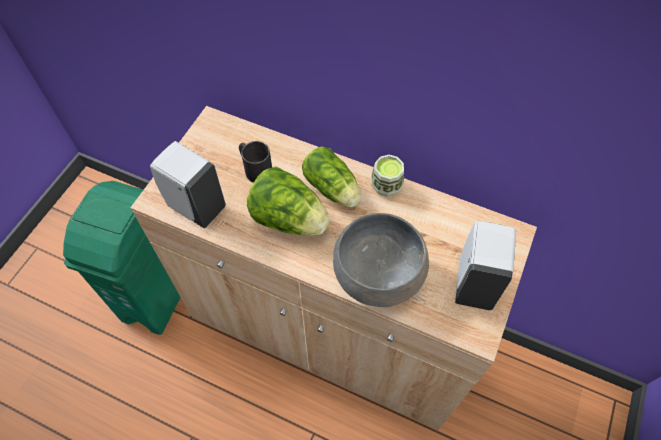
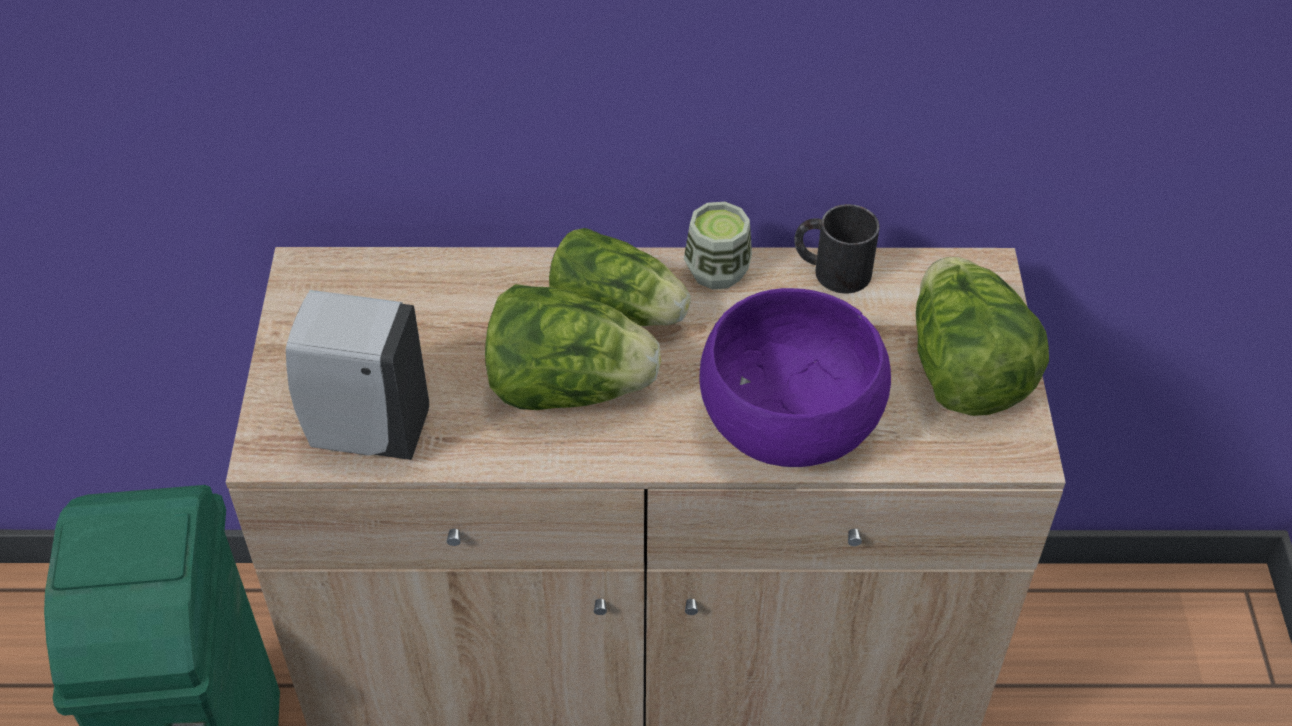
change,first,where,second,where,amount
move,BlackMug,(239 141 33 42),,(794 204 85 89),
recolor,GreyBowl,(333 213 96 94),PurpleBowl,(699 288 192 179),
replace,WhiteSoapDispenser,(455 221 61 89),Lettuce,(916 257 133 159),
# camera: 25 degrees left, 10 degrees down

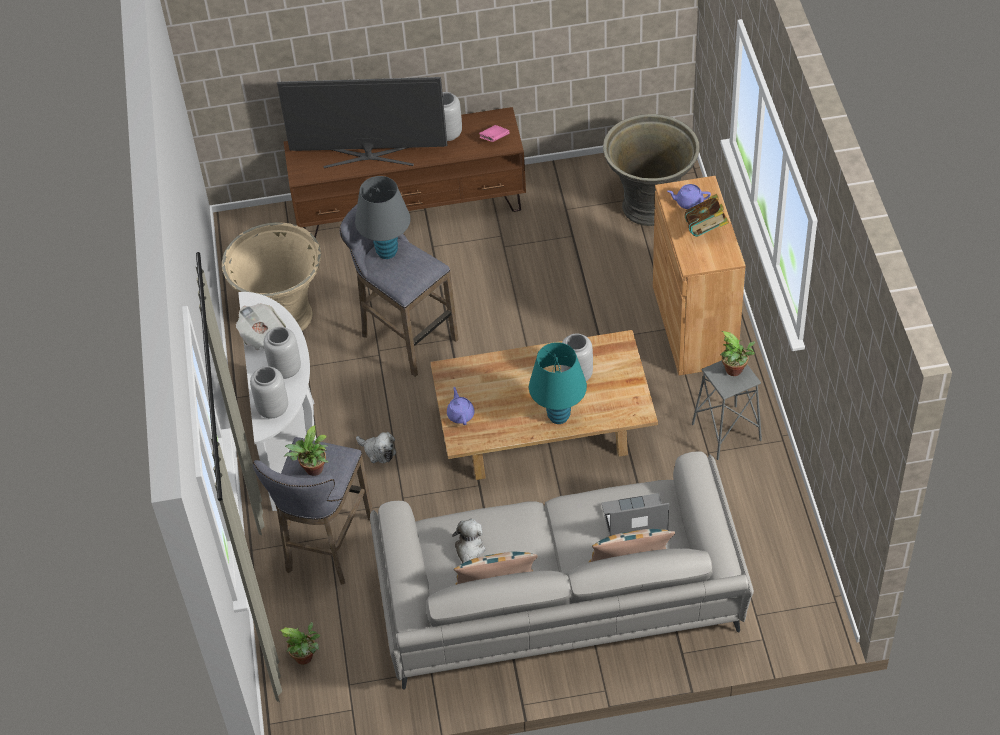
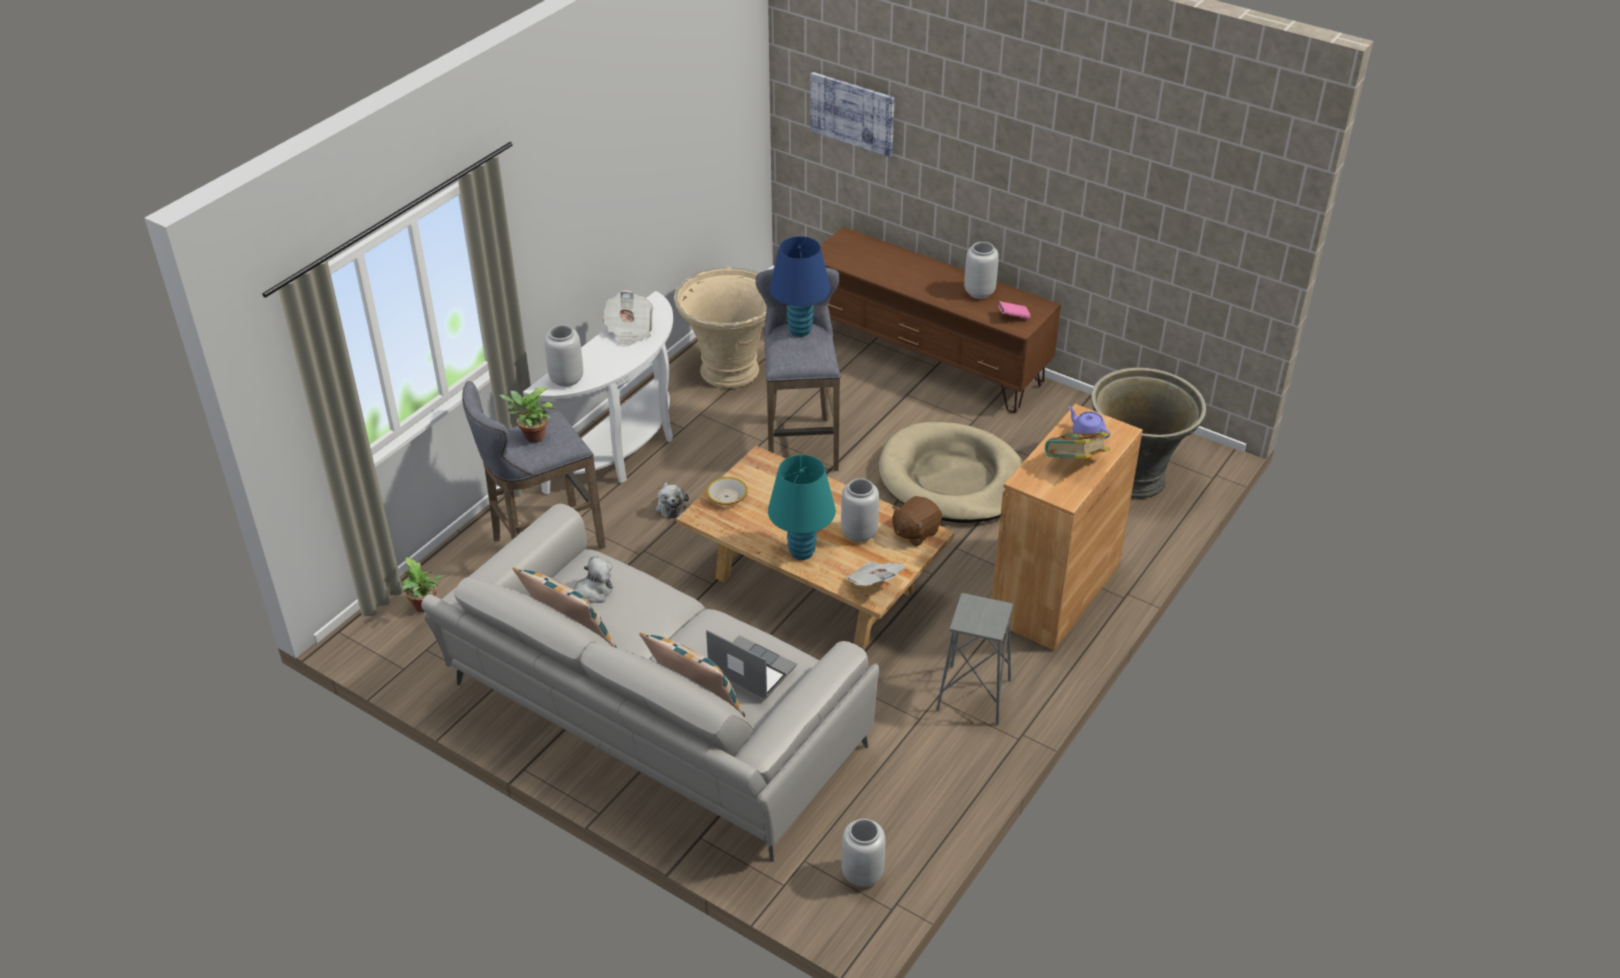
change,first,where,second,where,amount
delete,Television,(277 77 170 91),,,
recolor,GreyTableLamp,(355 176 56 83),BlueTableLamp,(770 236 60 101),
move,GreyVase,(264 327 37 52),,(842 819 43 68),
delete,PottedPlant,(720 331 35 45),,,
replace,PurpleTeapot,(447 387 28 38),Bowl,(706 477 42 28),
insert,,,Picture,(811 72 84 85),
insert,,,BeigeDogBed,(879 422 145 101),
insert,,,BrownPlushToy,(892 496 50 50),
insert,,,Newspaper,(846 561 60 25),
# camera: 40 degrees right, 10 degrees down

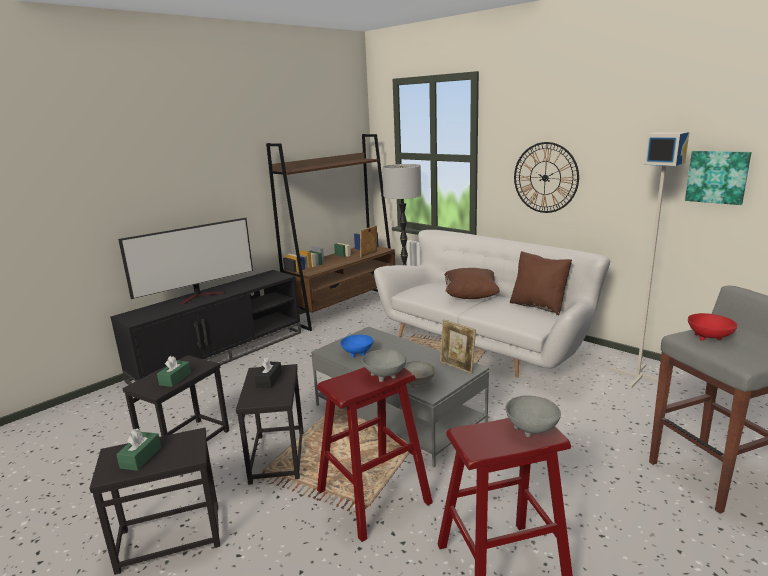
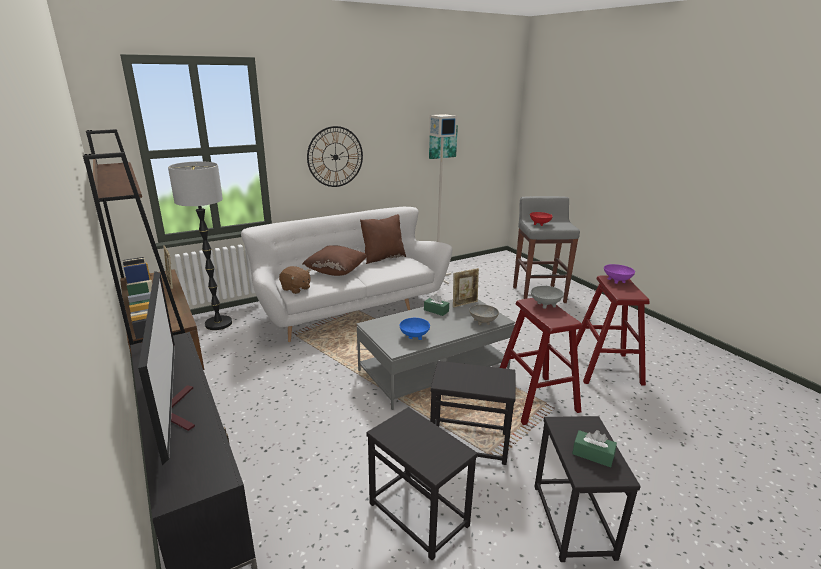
change,first,where,second,where,amount
move,GreenTissueBox,(157 356 34 31),,(424 294 25 22),
delete,BlackTissueBox,(254 357 28 31),,,
recolor,GreyBowl,(505 395 56 42),PurpleBowl,(604 264 31 20),
insert,,,BrownPlushToy,(279 266 32 28),
# camera: 75 degrees left, 5 degrees up

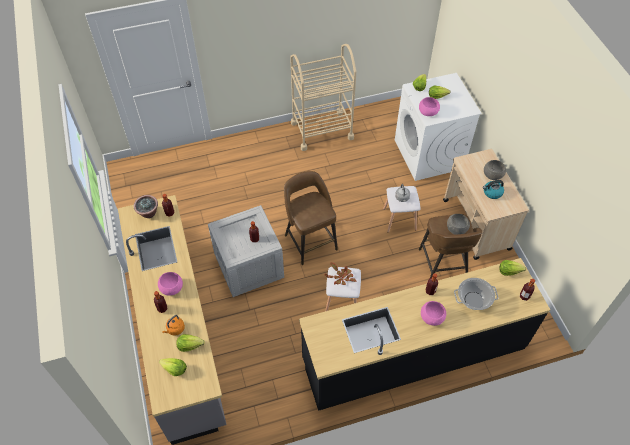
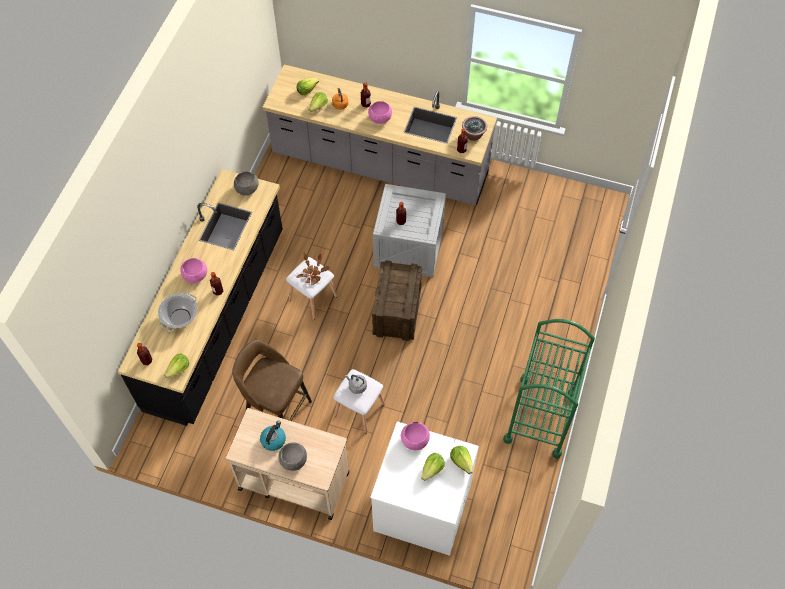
change,first,where,second,where,amount
recolor,BeigeCart,(290 44 66 107),GreenCart,(503 319 92 140),
replace,BrownStool,(284 171 54 94),Crate,(372 260 50 81),
move,GreyBowl,(447 214 23 21),,(234 172 25 23),
# camera: 125 degrees right, 5 degrees up

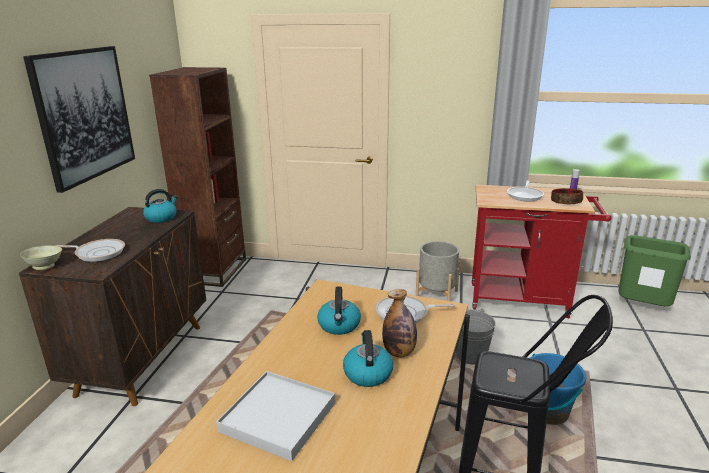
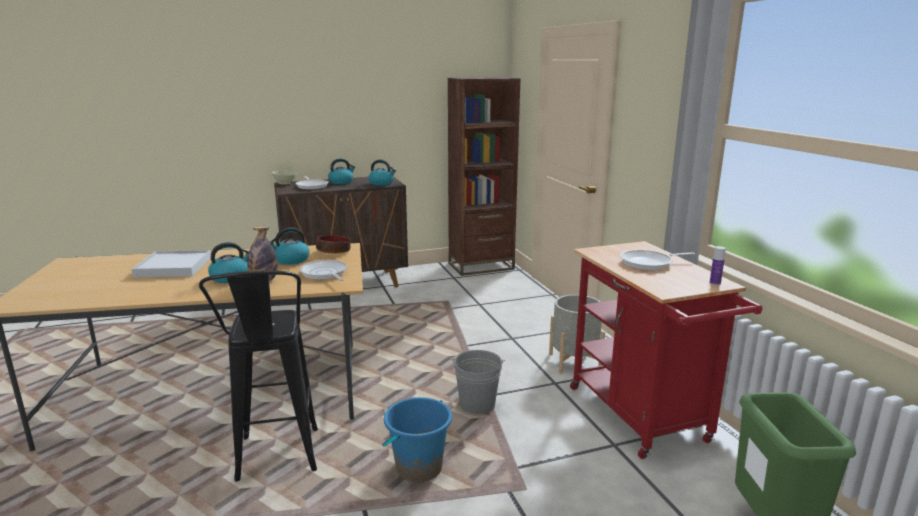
change,first,where,second,where,amount
delete,Picture,(23 46 112 147),,,
move,Bowl,(551 188 32 16),,(316 235 35 19),
insert,,,Kettle,(328 159 27 25),
# camera: 60 degrees right, 5 degrees down

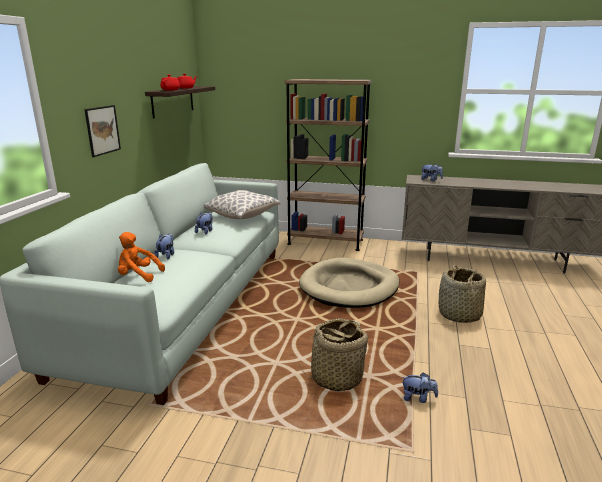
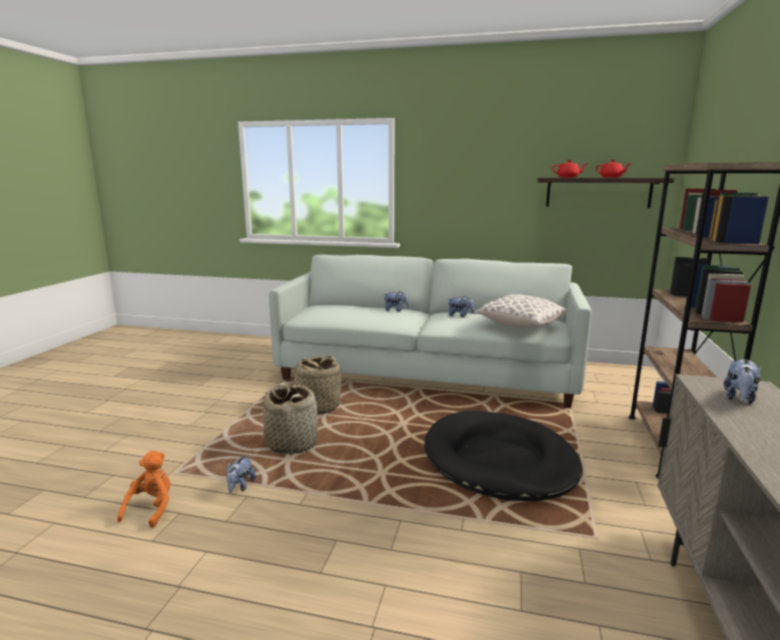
change,first,where,second,where,amount
delete,Picture,(84 105 37 52),,,
move,OrangePlushToy,(118 232 47 50),,(117 451 53 77),
recolor,BeigeDogBed,(299 258 100 50),BlackDogBed,(424 411 159 90),
move,Basket,(439 265 47 58),,(290 356 56 59),
# camera: 90 degrees right, 5 degrees down

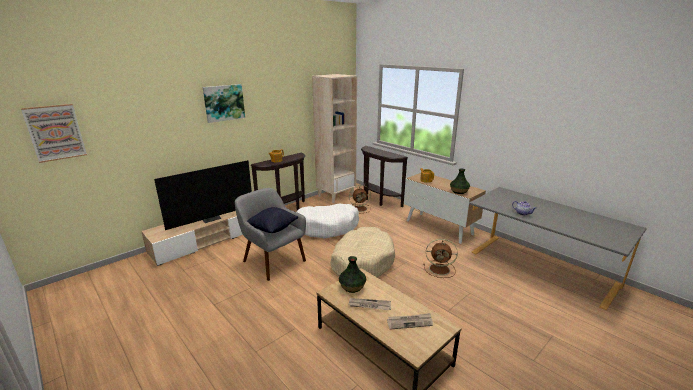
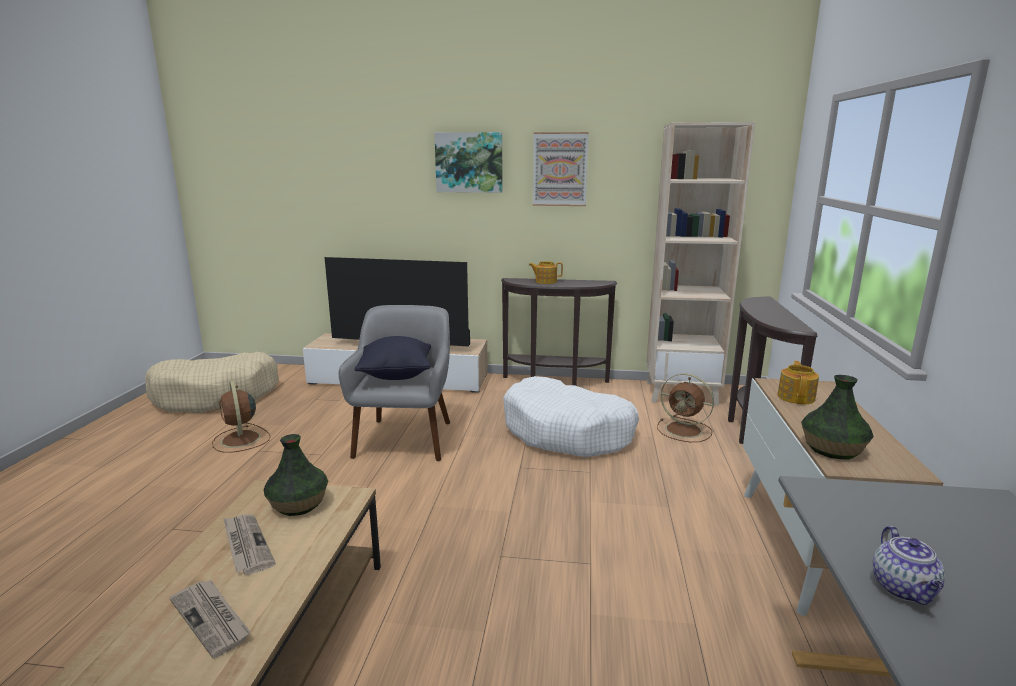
change,first,where,second,where,amount
move,Picture,(21 104 66 59),,(533 132 56 74),
move,BeigeDogBed,(330 227 65 50),,(145 352 134 61),
move,BrownFan,(423 239 35 39),,(212 380 59 73),
# camera: 50 degrees right, 5 degrees down

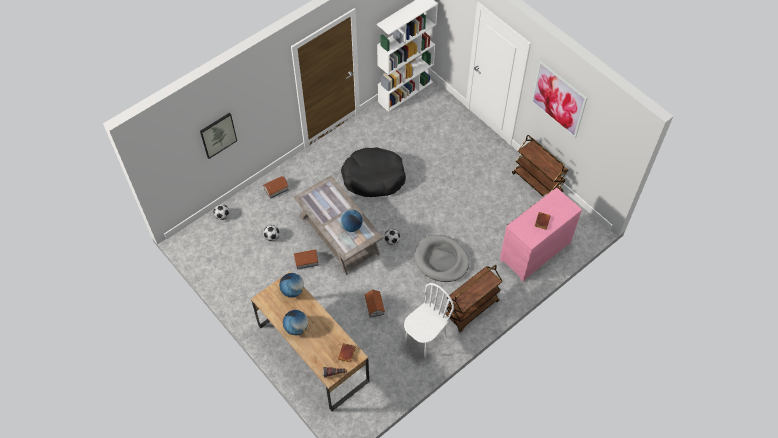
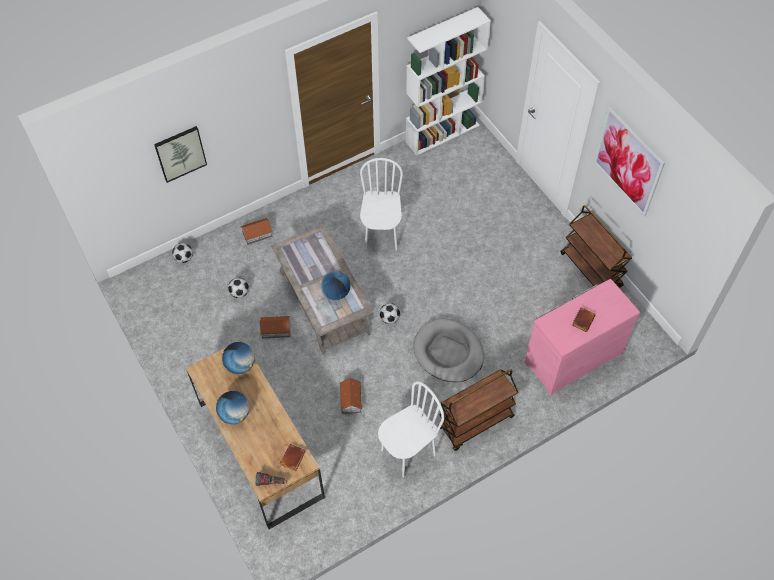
change,first,where,second,where,amount
replace,BlackDogBed,(341 147 65 50),WhiteChair,(360 158 43 92),
# camera: 10 degrees right, 0 degrees up

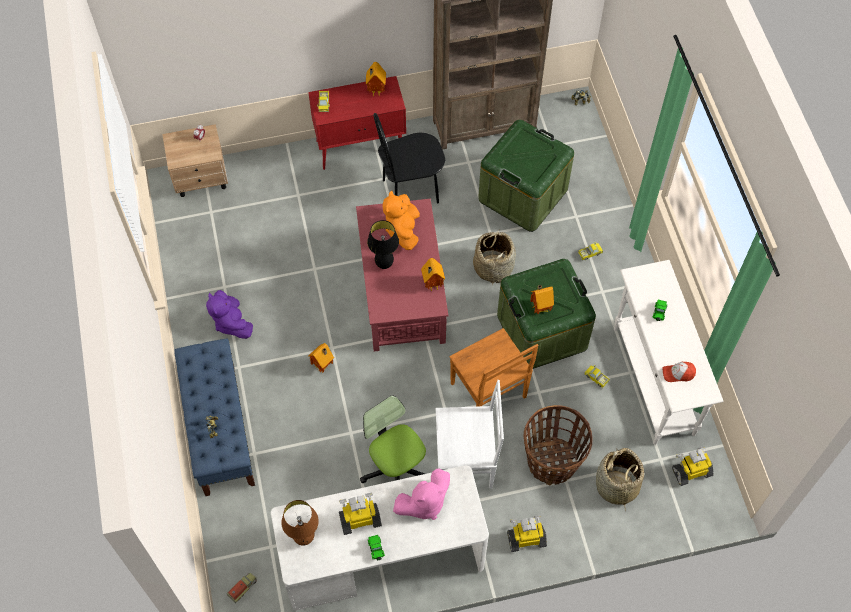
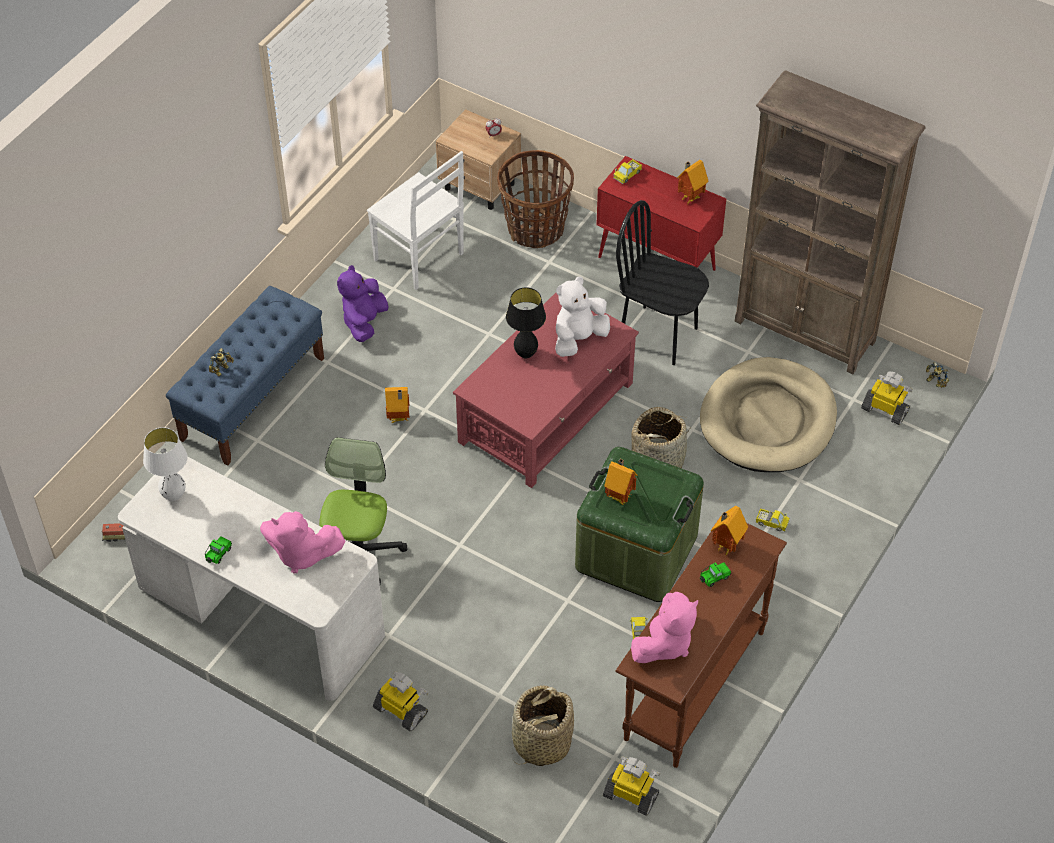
change,first,where,second,where,amount
replace,GreenStorageBox,(478 120 96 112),BeigeDogBed,(700 357 137 115),
recolor,OrangePlushToy,(383 191 37 59),WhitePlushToy,(555 277 55 80),
move,ToyHouse,(421 258 24 33),,(711 506 37 49),
recolor,WhiteConsoleTable,(614 260 110 185),BrownConsoleTable,(615 523 172 245),
delete,BrownChair,(450 328 88 78),,,
replace,Cap,(662 362 34 20),PinkPlushToy,(631 592 67 71),
move,WhiteChair,(436 380 68 109),,(367 151 97 139),
move,Basket,(524 405 69 80),,(497 150 77 98),
move,ToyRobot,(339 492 43 43),,(861 371 52 54),
recolor,BrownTableLamp,(281 500 38 46),WhiteTableLamp,(143 427 45 74),
# camera: 45 degrees right, 10 degrees down

